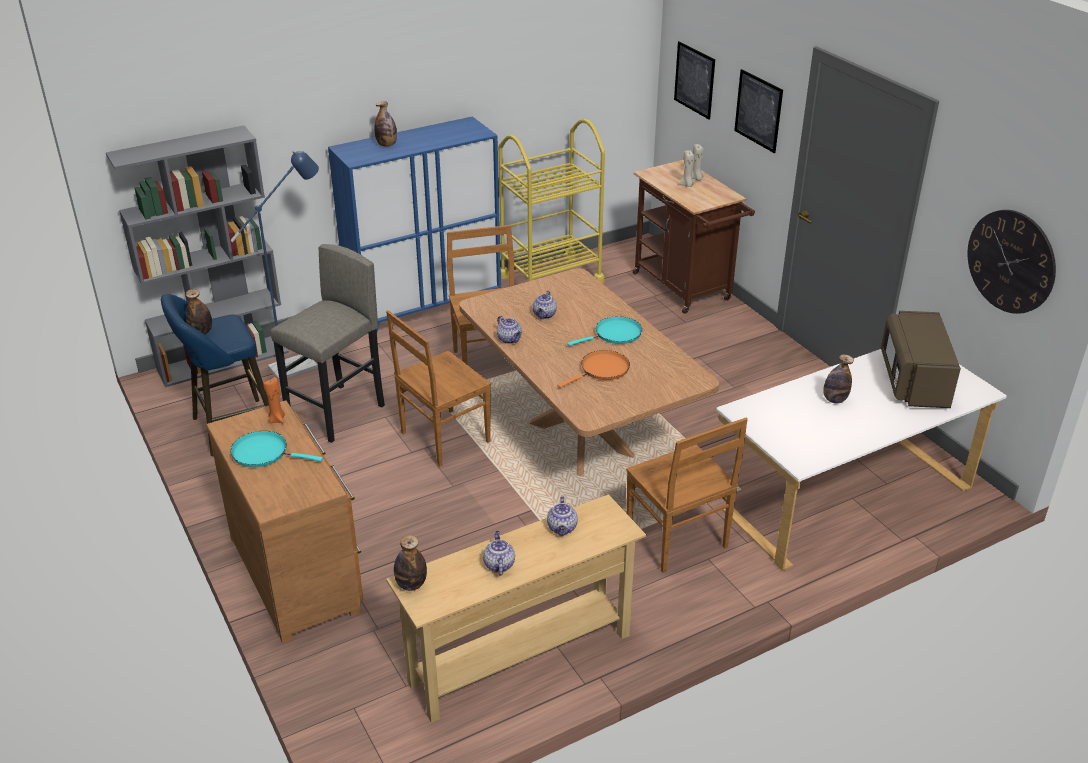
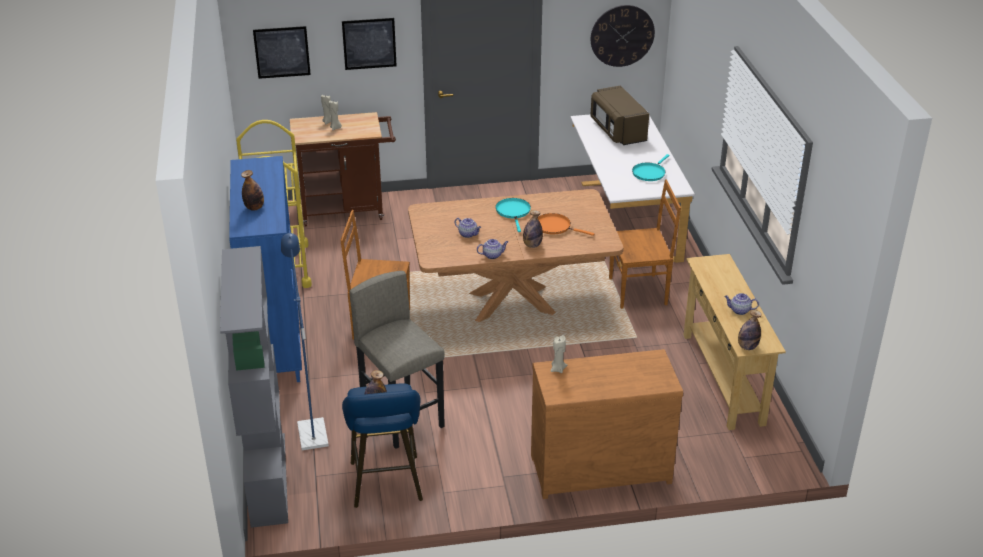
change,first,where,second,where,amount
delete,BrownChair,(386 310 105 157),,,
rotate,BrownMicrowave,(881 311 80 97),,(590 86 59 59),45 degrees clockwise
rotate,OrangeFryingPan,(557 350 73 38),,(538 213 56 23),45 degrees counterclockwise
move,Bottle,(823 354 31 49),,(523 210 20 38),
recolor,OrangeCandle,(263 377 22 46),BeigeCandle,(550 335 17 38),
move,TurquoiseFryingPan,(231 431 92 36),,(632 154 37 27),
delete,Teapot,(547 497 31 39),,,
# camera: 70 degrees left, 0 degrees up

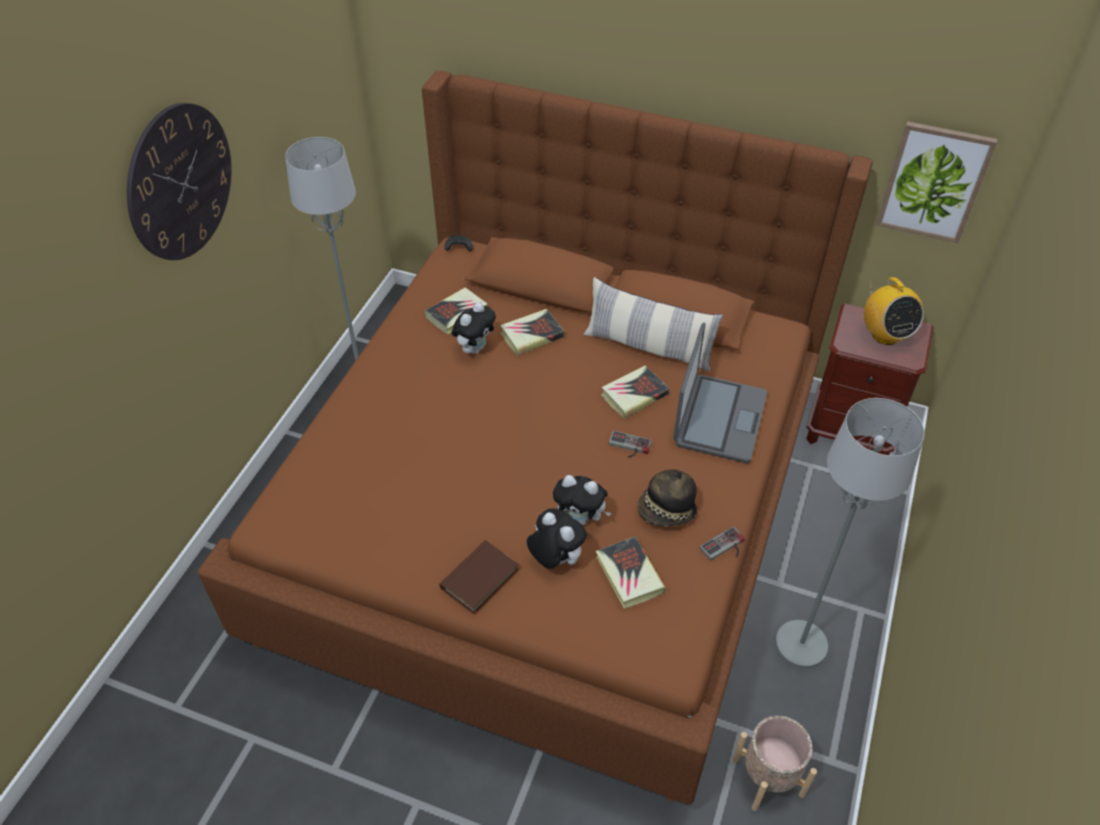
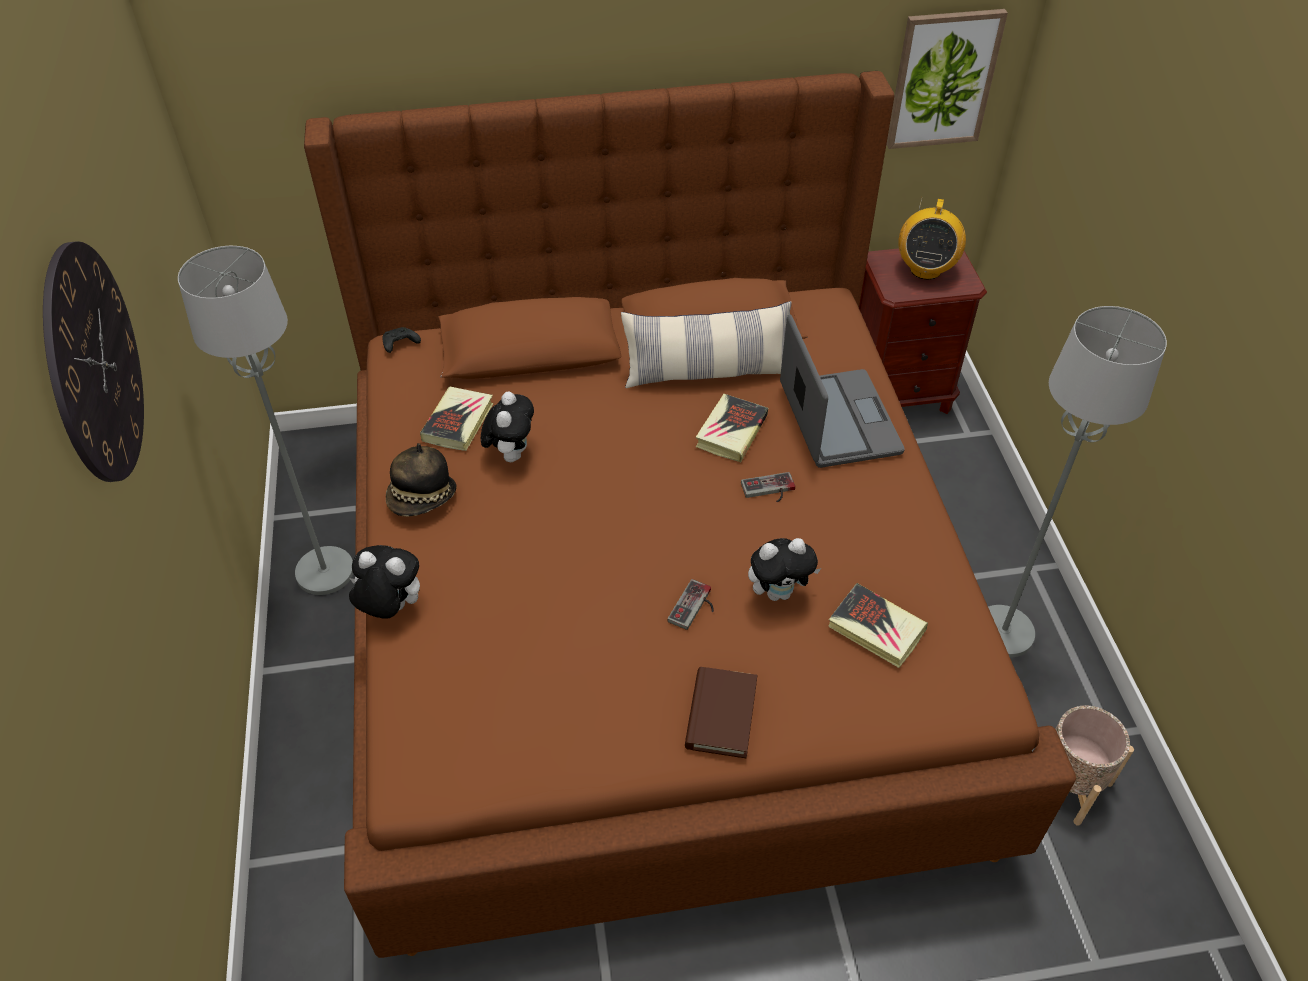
change,first,where,second,where,amount
rotate,Radio,(864 277 60 68),,(898 198 68 82),60 degrees clockwise
delete,Book,(500 309 64 47),,,
move,Hat,(637 469 60 57),,(386 443 71 73),
move,PlushToy,(527 508 60 61),,(349 545 71 74),
move,GameController,(700 526 45 35),,(667 579 47 51),
# camera: 30 degrees left, 0 degrees up

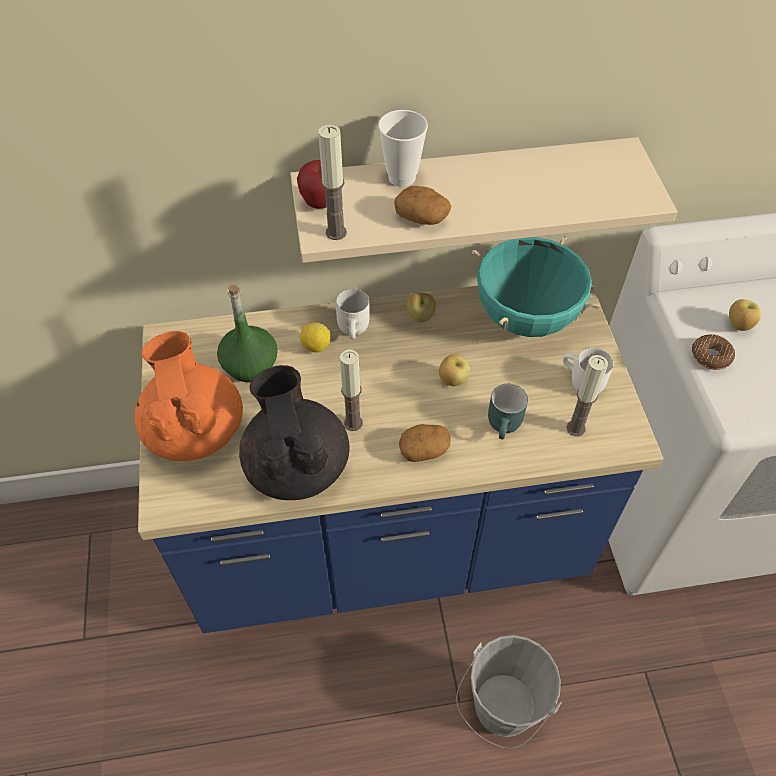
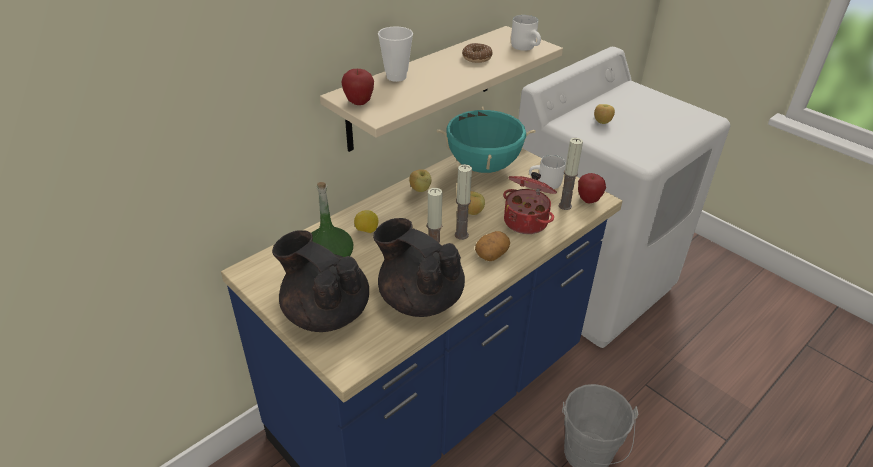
change,first,where,second,where,amount
move,Candle,(318 125 29 115),,(455 164 17 76),
delete,Potato,(394 186 57 39),,,
move,WhiteMug,(336 288 34 51),,(511 15 30 36),
recolor,OrangeTeapot,(135 331 108 130),BlackTeapot,(272 230 97 102),
move,Donut,(692 334 43 36),,(462 43 31 20),
replace,TurquoiseMug,(488 384 40 55),CookingPot,(503 172 54 62),
insert,,,Apple,(578 173 28 31),
# camera: 35 degrees left, 15 degrees down

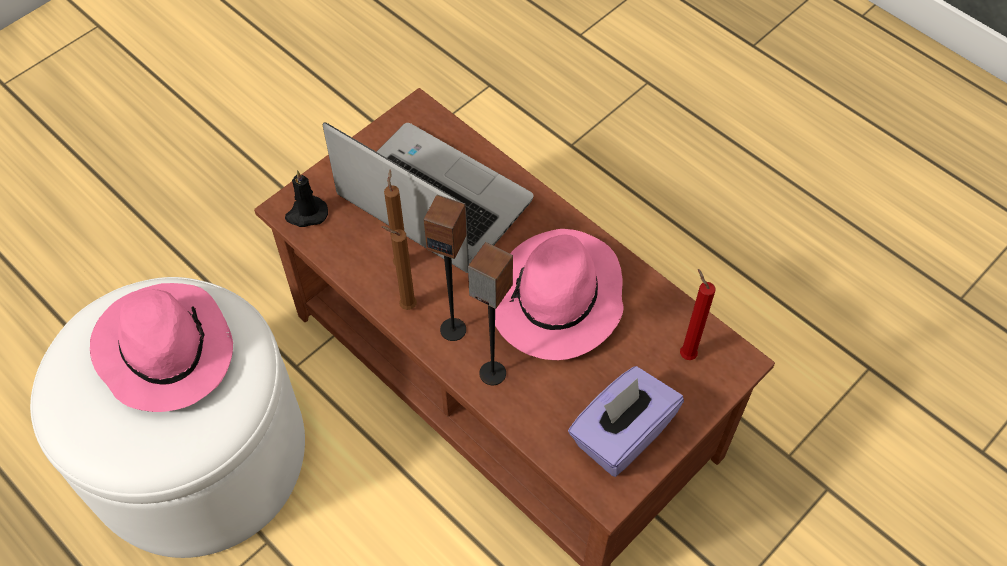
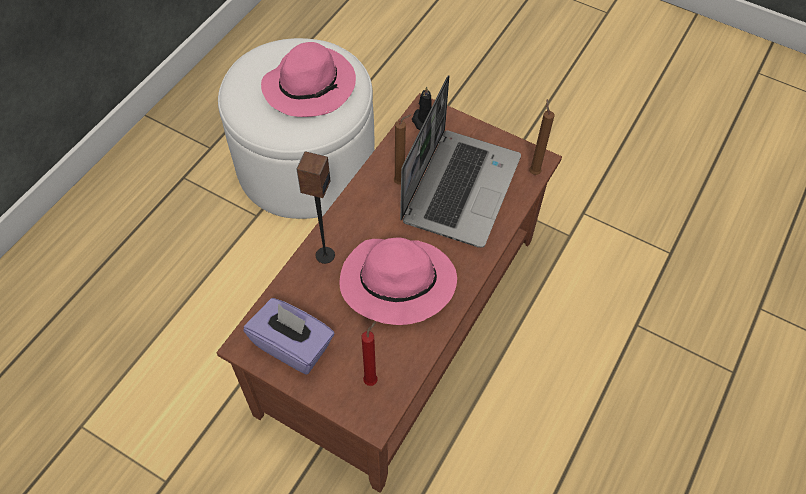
change,first,where,second,where,amount
delete,Speaker,(424 195 43 146),,,
move,BrownCandle,(381 226 36 84),,(529 99 25 76),
# camera: 75 degrees right, 0 degrees up

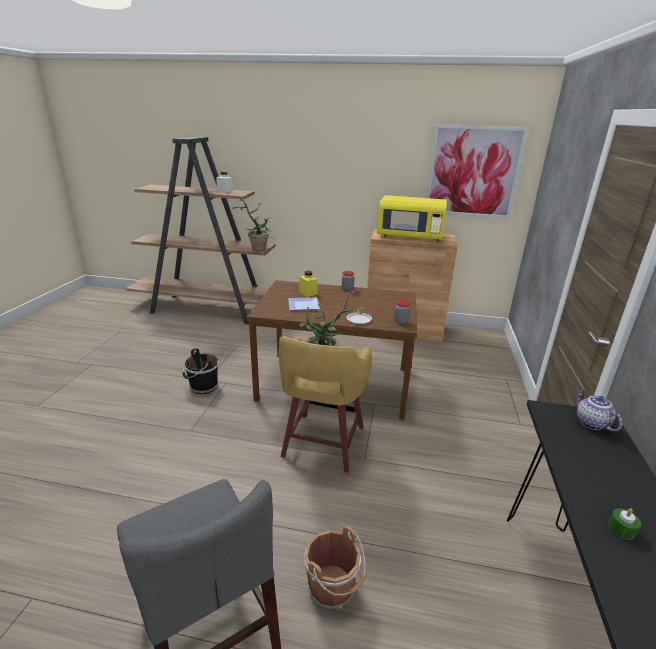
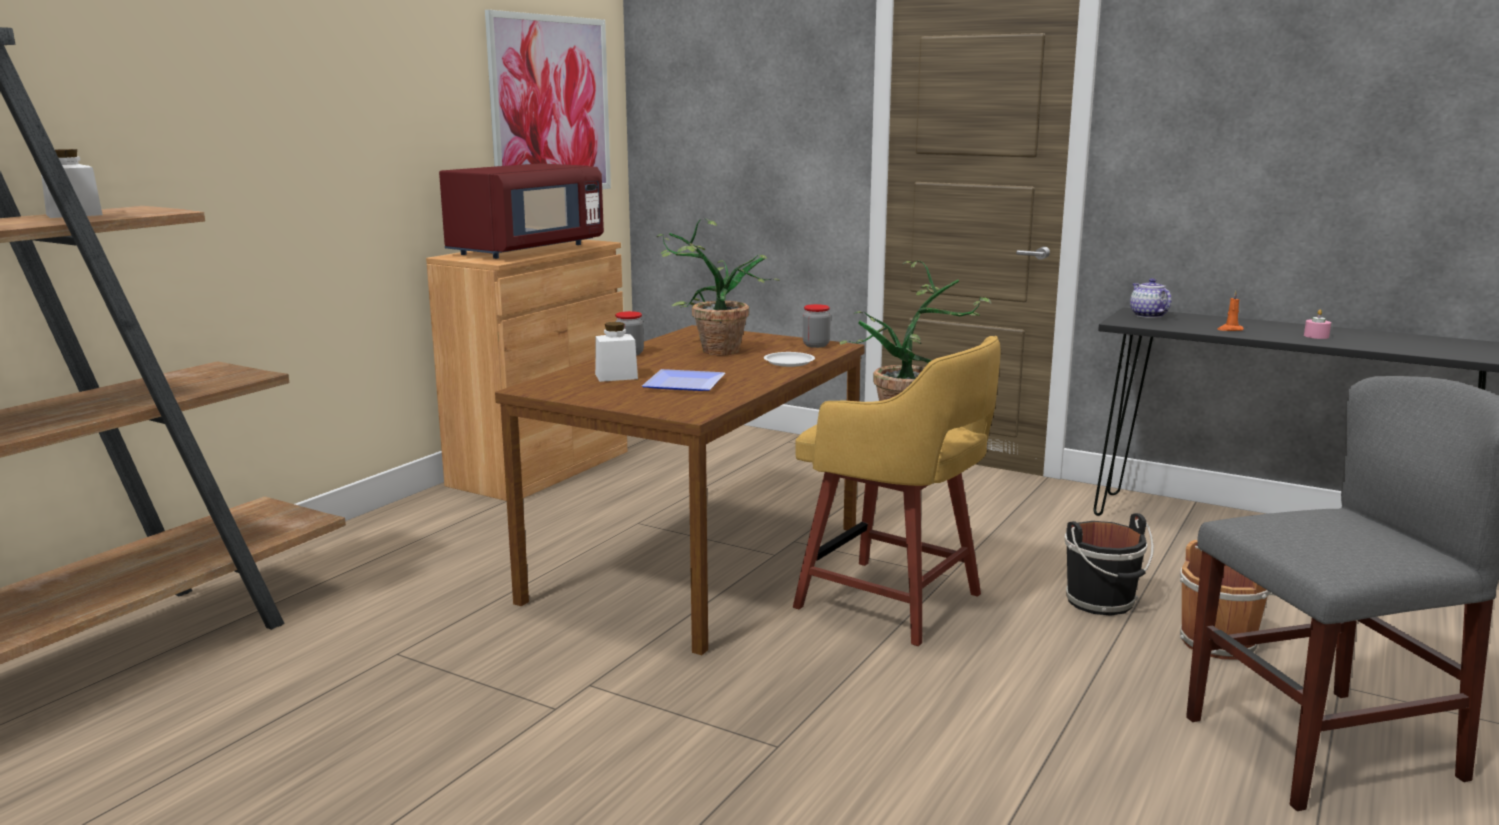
change,first,where,second,where,amount
recolor,YellowMicrowave,(377 195 70 46),RedMicrowave,(439 163 165 96),
move,PottedPlant,(232 199 42 52),,(656 218 124 137),
recolor,YellowJar,(299 271 19 26),WhiteJar,(595 322 43 60),
move,BlackBucket,(182 348 37 46),,(1065 513 89 103),
rotate,Teapot,(576 389 47 43),,(1130 278 41 40),75 degrees clockwise
recolor,GreenCandle,(608 508 33 32),PinkCandle,(1304 309 27 30),
insert,,,OrangeCandle,(1218 291 26 40),
# camera: 70 degrees left, 10 degrees down

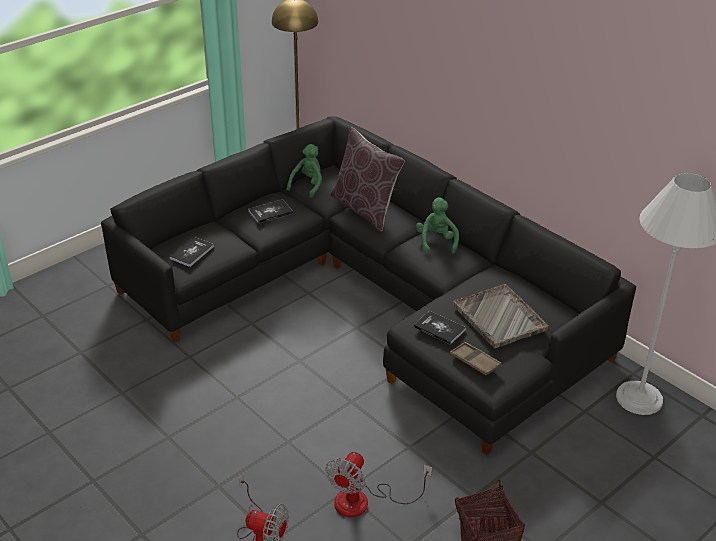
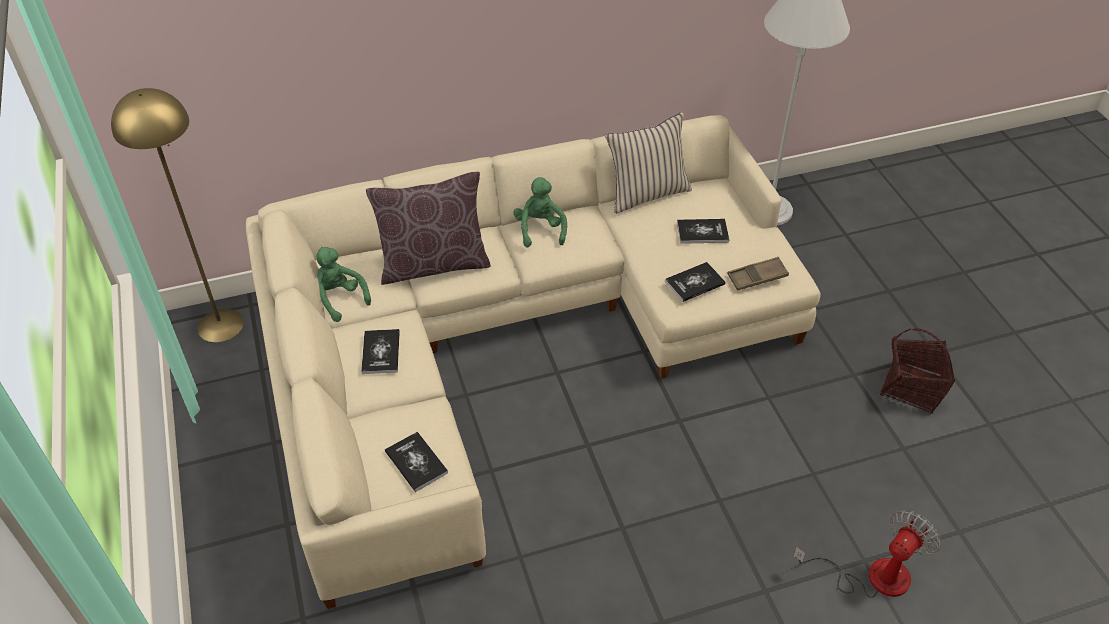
change,first,where,second,where,amount
recolor,BlackSofa,(101 117 535 338),BeigeSofa,(246 115 575 494),
rotate,GreenPlushToy,(416 198 43 56),,(513 177 54 71),60 degrees clockwise
replace,GreyTray,(453 284 96 64),Book,(677 219 52 25),
delete,Fan,(325 452 107 65),,,
insert,,,BeigePillow,(605 112 87 102),
# camera: 65 degrees left, 10 degrees up

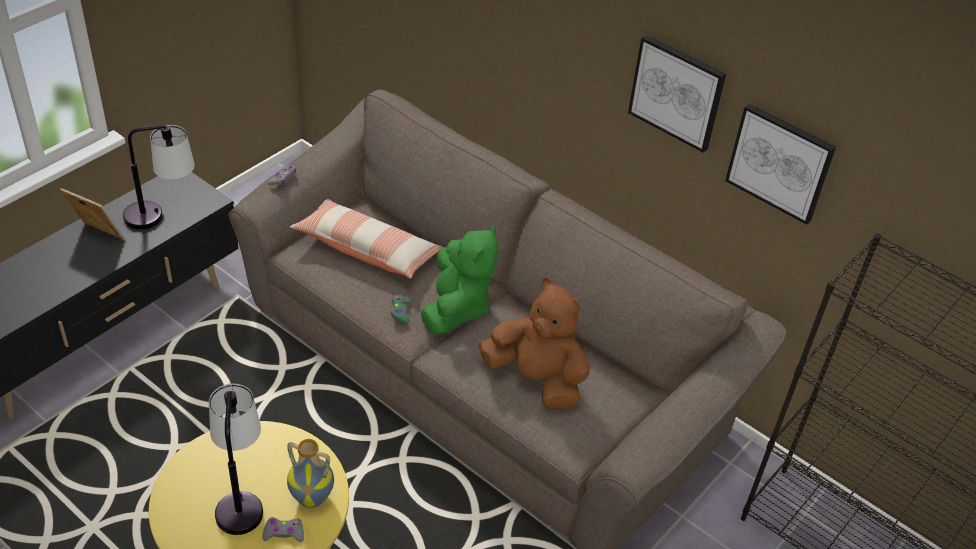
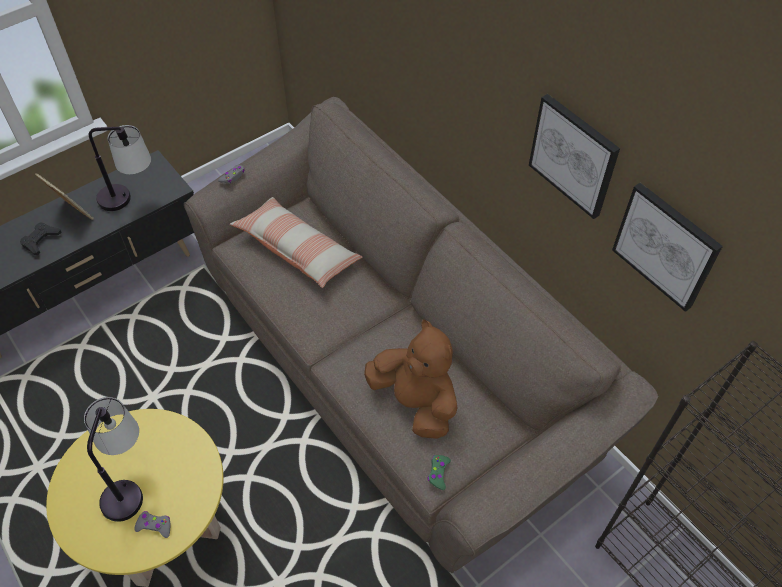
change,first,where,second,where,amount
delete,GreenPlushToy,(421 225 78 109),,,
move,GreenGameController,(391 295 20 29),,(428 455 23 35),
delete,Vase,(287 439 47 69),,,
insert,,,BlackGameController,(20 222 41 33),
# camera: 15 degrees right, 10 degrees up

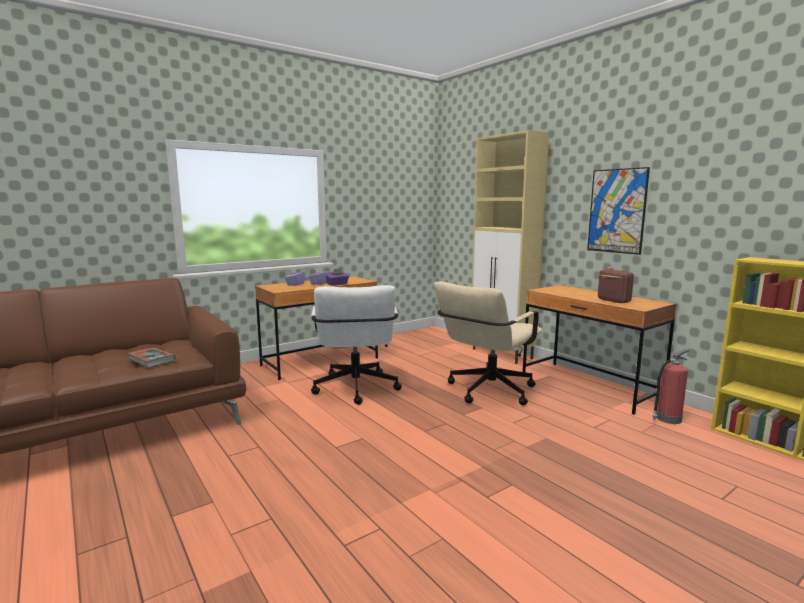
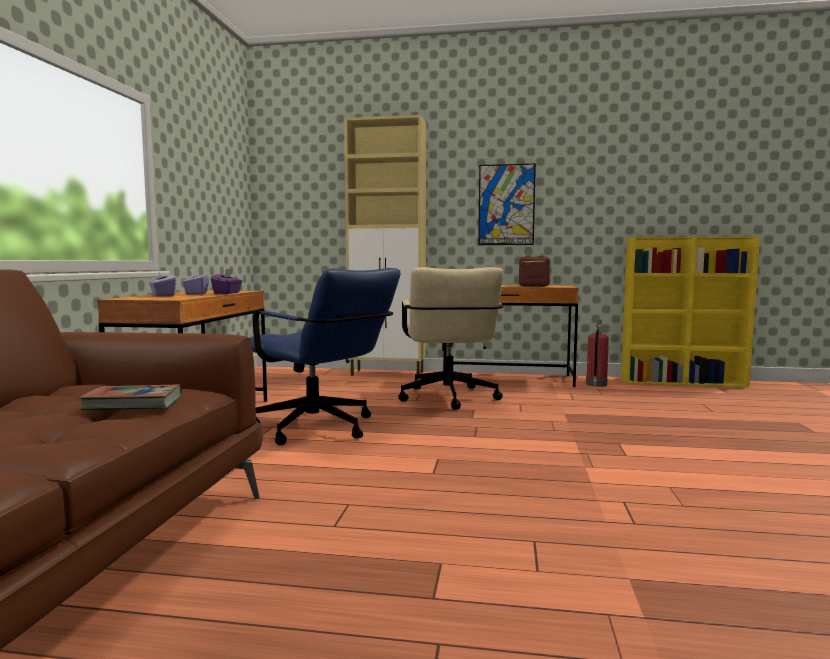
change,first,where,second,where,amount
recolor,WhiteOfficeChair,(311 285 91 120),BlueOfficeChair,(250 268 150 177),
# camera: 45 degrees left, 5 degrees down

